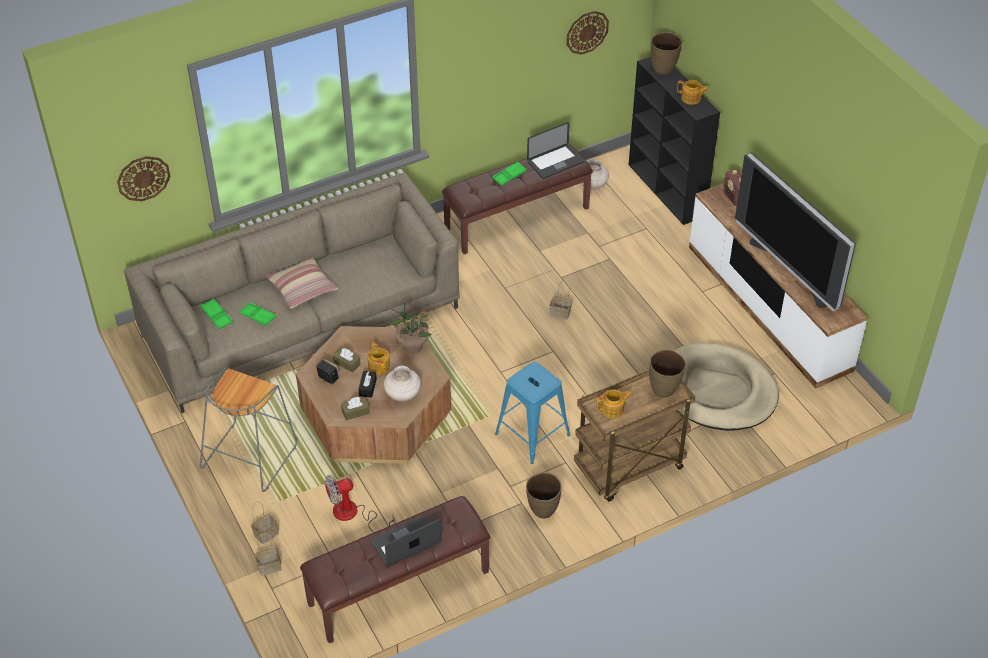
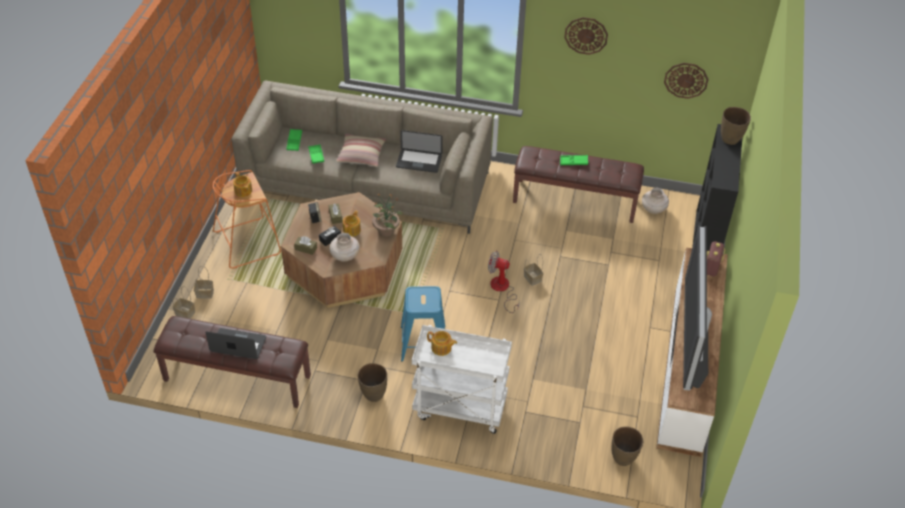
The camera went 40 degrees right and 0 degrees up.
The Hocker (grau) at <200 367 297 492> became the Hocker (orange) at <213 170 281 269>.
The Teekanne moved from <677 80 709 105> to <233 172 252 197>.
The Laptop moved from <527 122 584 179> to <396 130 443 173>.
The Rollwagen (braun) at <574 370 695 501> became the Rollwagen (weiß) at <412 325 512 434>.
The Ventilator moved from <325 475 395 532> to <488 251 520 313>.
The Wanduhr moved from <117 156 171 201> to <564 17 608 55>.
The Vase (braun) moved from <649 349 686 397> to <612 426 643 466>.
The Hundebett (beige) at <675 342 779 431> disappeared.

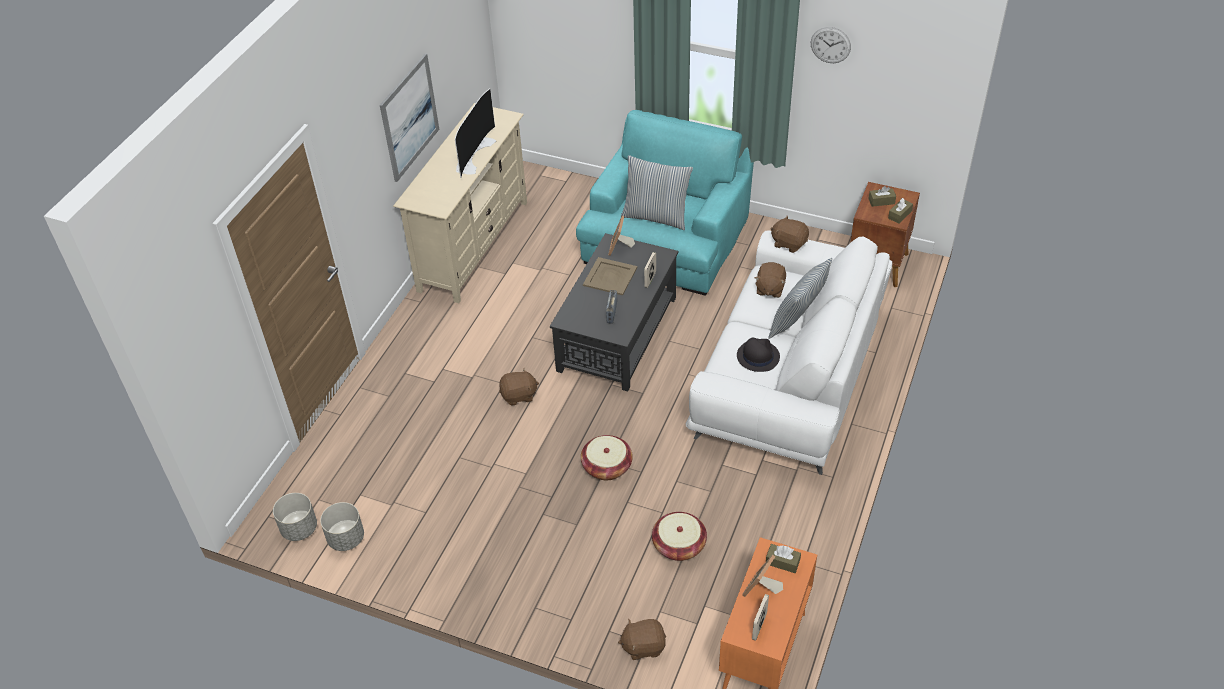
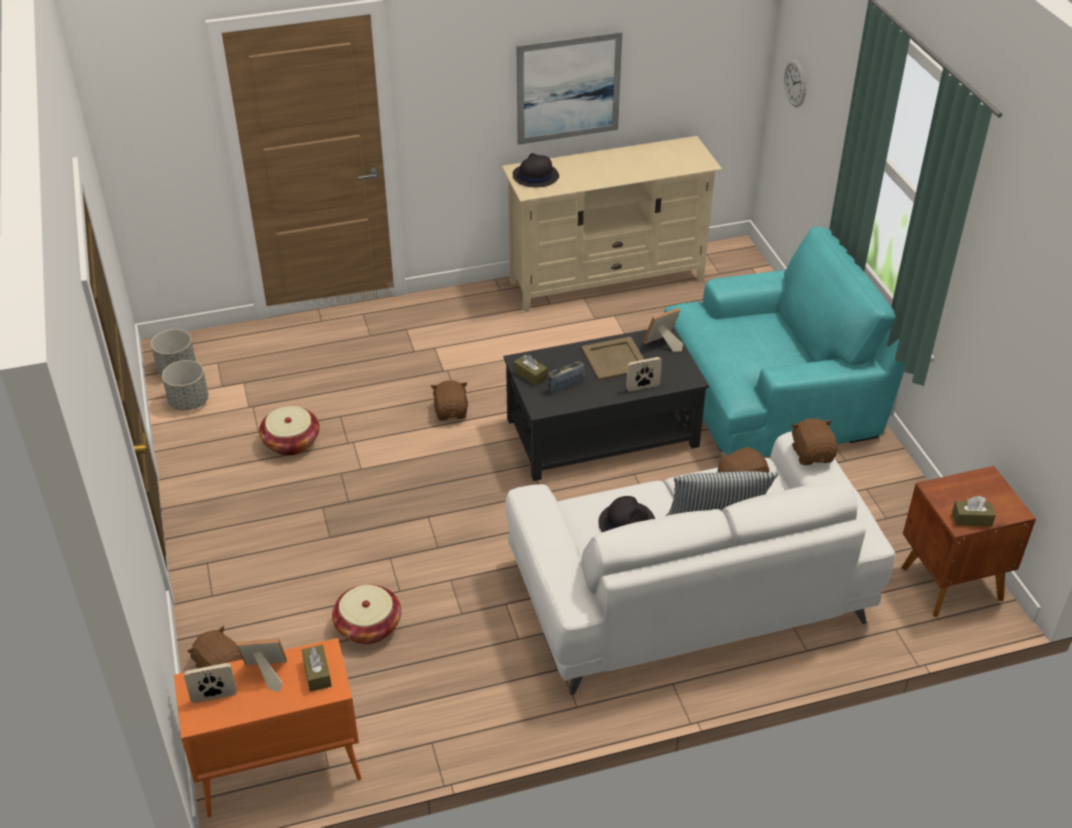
The camera went 50 degrees right and 5 degrees down.
The Korb moved from <581 435 633 480> to <259 406 319 456>.
The Plüschtier (braun) at <499 368 539 406> turned 135 degrees counterclockwise.
The Hut (schwarz) at <513 153 559 187> appeared.
The Taschentuchbox (braun) moved from <868 186 896 207> to <514 354 548 386>.
The Wanduhr moved from <811 27 851 63> to <784 59 806 107>.
The Fernseher at <455 88 496 178> disappeared.
The Kissen at <621 155 693 230> disappeared.

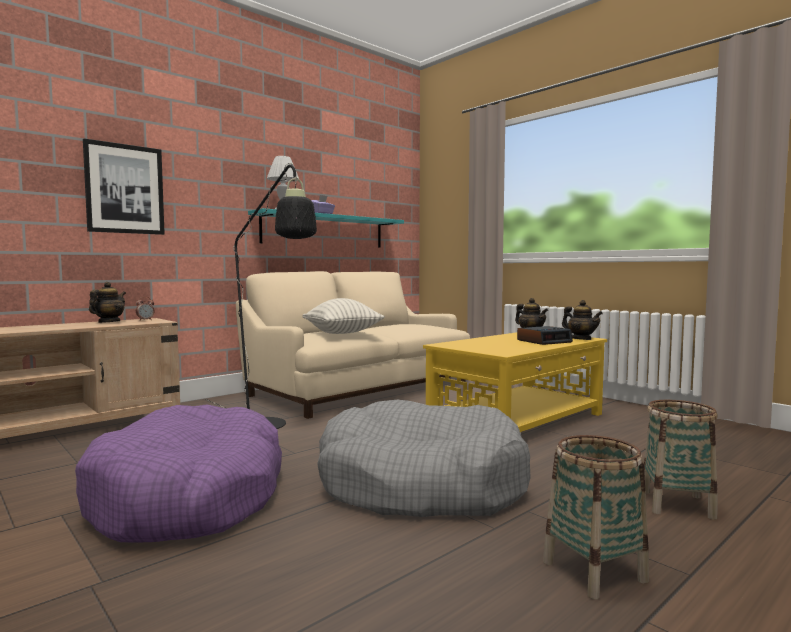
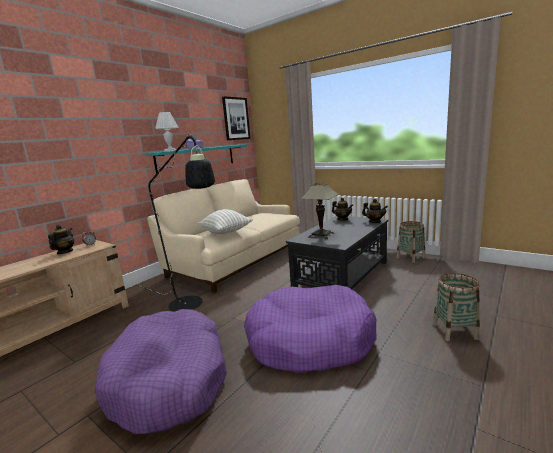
The camera went 10 degrees left and 10 degrees up.
The Bild moved from <83 139 165 235> to <222 96 250 140>.
The Hundebett (grau) at <317 400 531 517> became the Hundebett (lila) at <244 285 377 373>.
The Couchtisch (gelb) at <423 332 607 432> became the Couchtisch (schwarz) at <286 216 389 289>.
The Tischlampe at <300 183 339 239> appeared.
The Korb moved from <543 435 649 599> to <396 221 425 263>.
The Wecker at <517 326 573 345> disappeared.

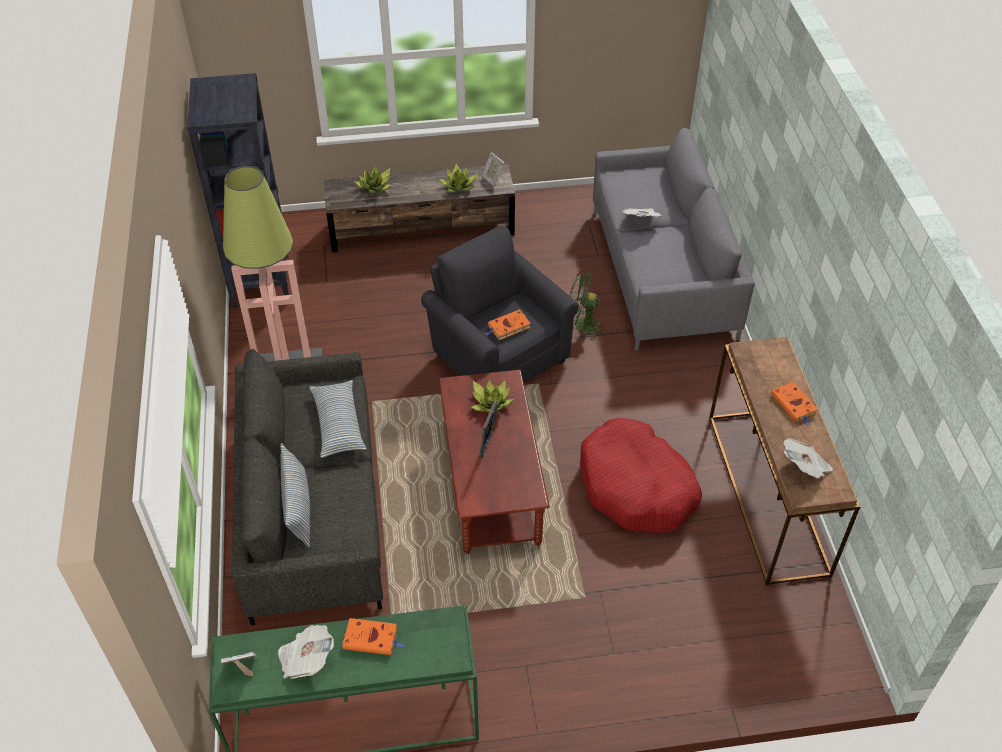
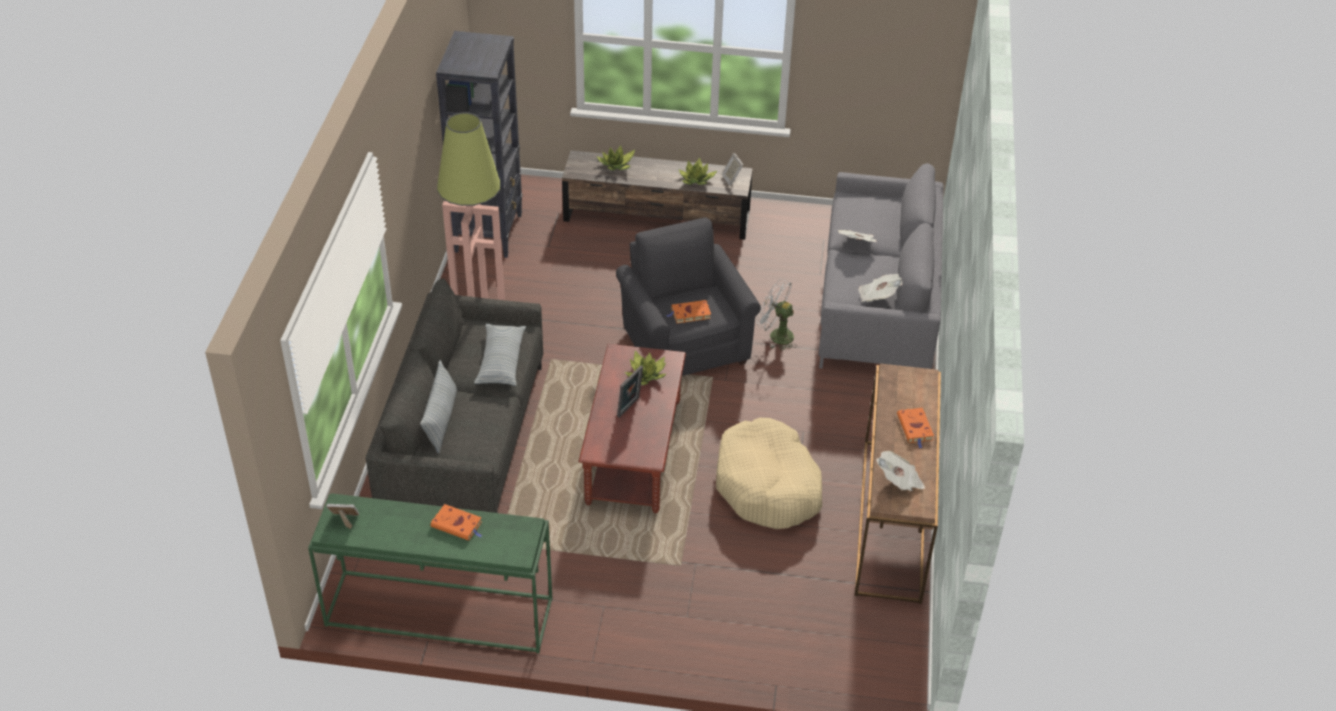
The camera went 15 degrees right and 5 degrees down.
The Hundebett (rot) at <580 418 702 533> became the Hundebett (beige) at <716 418 822 529>.
The Ventilator (grün) at <570 271 606 341> became the Ventilator (weiß) at <756 279 797 351>.
The Zeitung moved from <278 625 334 679> to <858 274 902 302>.

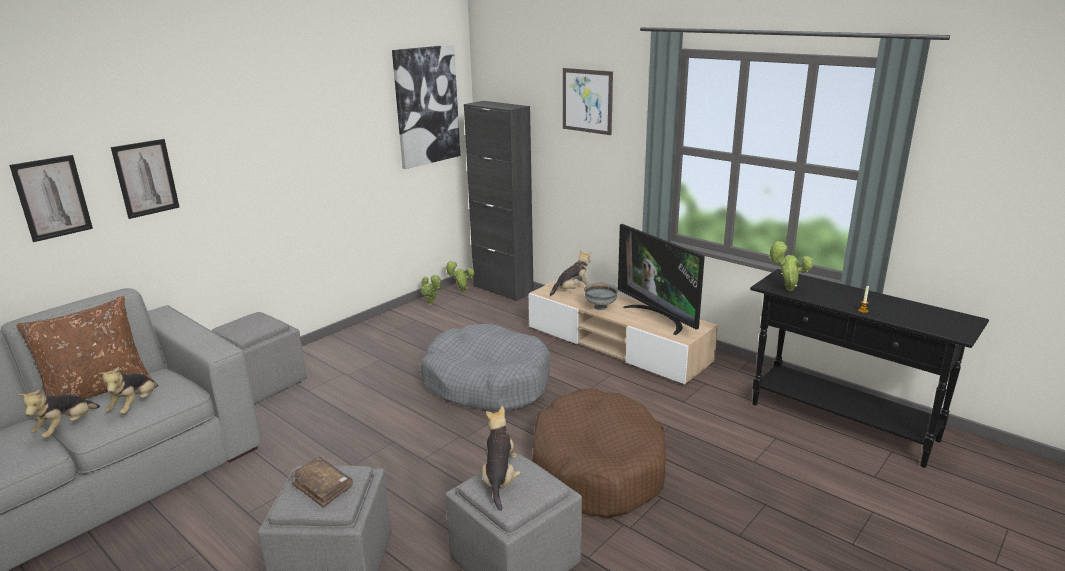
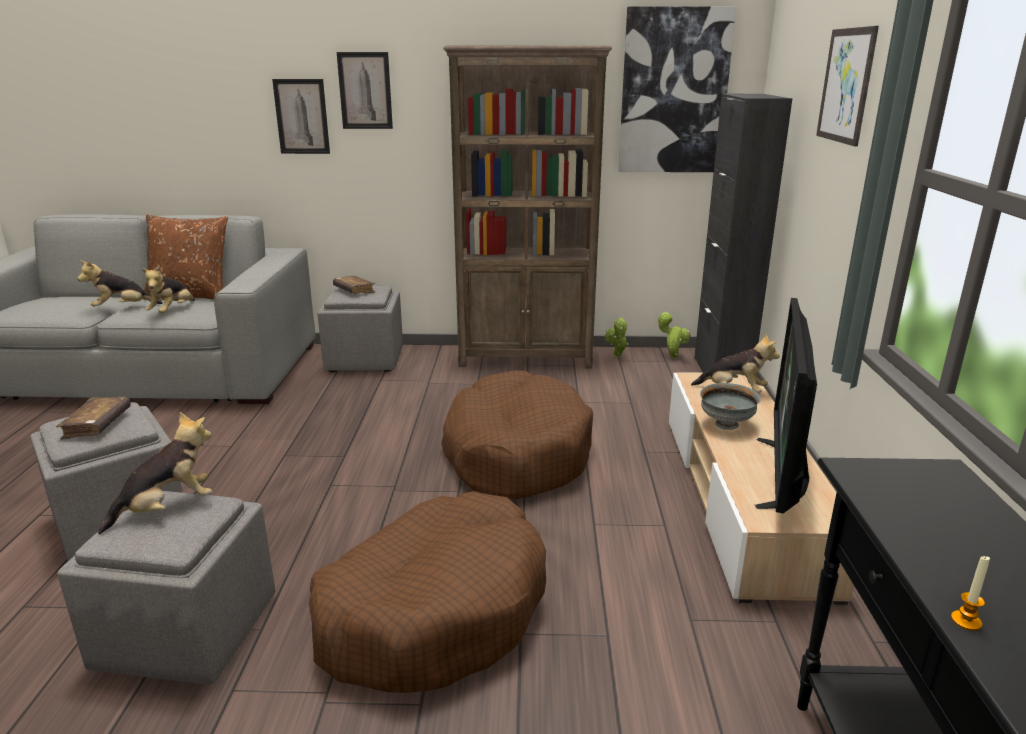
The camera went 50 degrees right and 0 degrees up.
The Plüschtier at <98 367 158 414> turned 45 degrees counterclockwise.
The Buch (braun) at <333 276 375 294> appeared.
The Bild moved from <9 155 93 242> to <337 52 393 129>.
The Hundebett (grau) at <421 324 550 412> became the Hundebett (braun) at <441 370 593 500>.
The Bücherregal (braun) at <443 45 612 369> appeared.
The Topfpflanze at <769 241 813 291> disappeared.

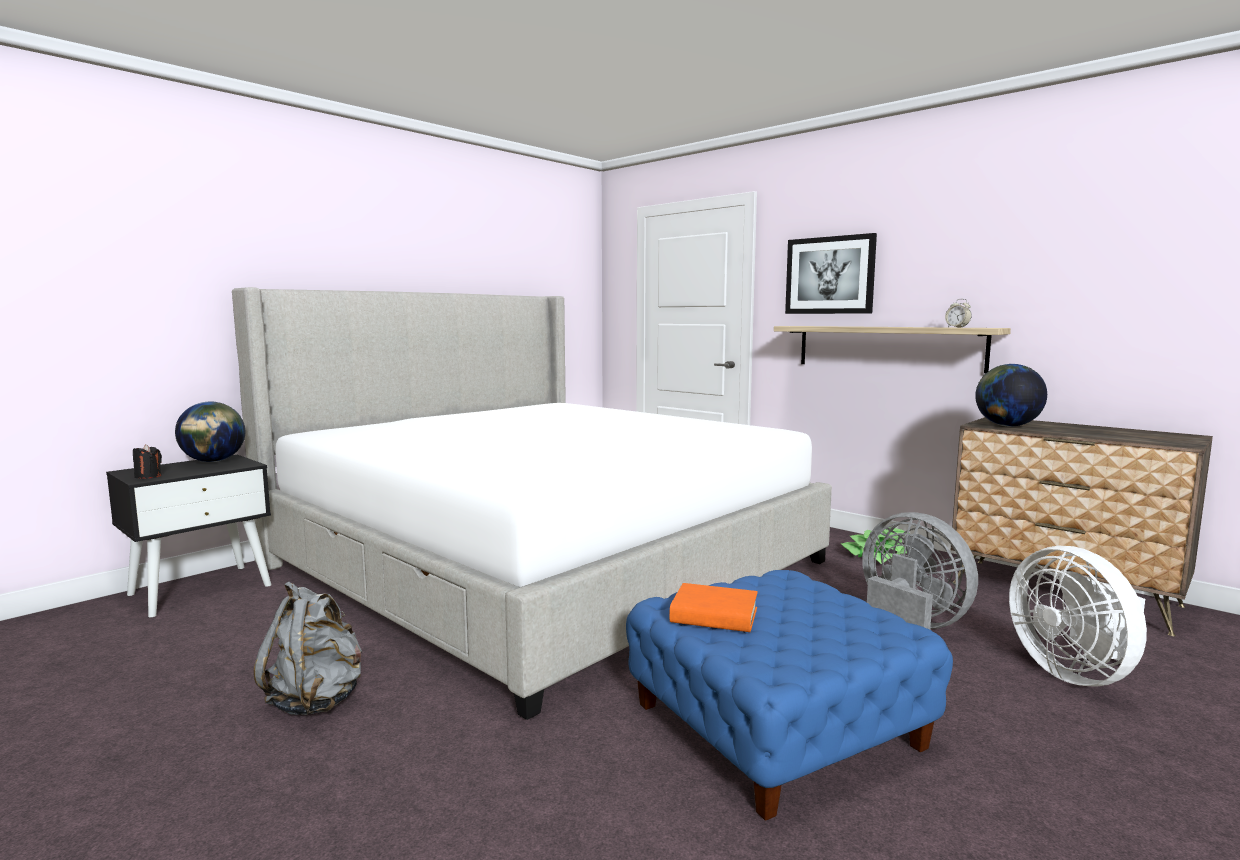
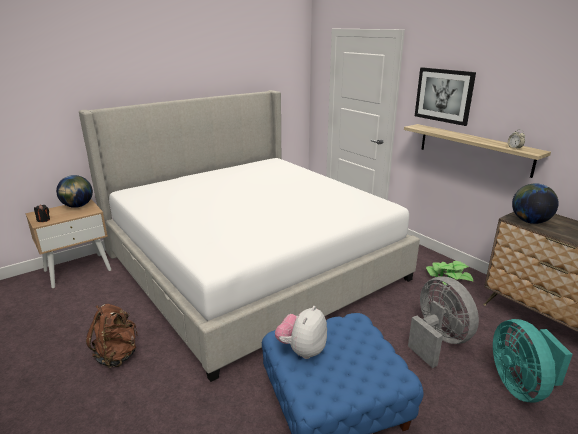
The camera went 10 degrees right and 15 degrees up.
The Nachttisch (schwarz) at <106 455 271 617> became the Nachttisch (beige) at <25 199 111 288>.
The Rucksack (grau) at <254 582 362 715> became the Rucksack (braun) at <86 304 138 368>.
The Buch (orange) at <670 583 758 632> was replaced by the Plüschtier at <275 306 327 359>.
The Ventilator (weiß) at <1009 546 1147 686> became the Ventilator (türkis) at <493 319 573 403>.

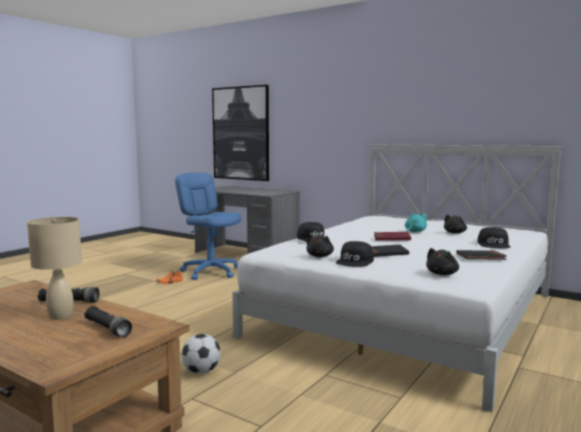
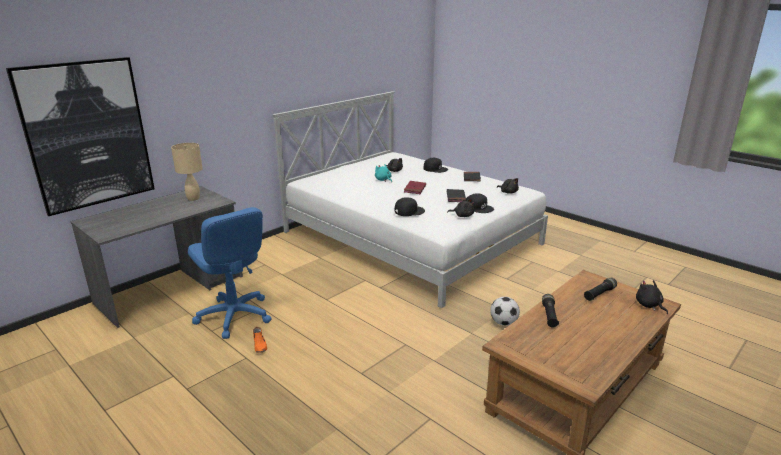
The camera went 80 degrees left and 15 degrees up.
The Tischlampe (beige) moved from <27 217 82 320> to <171 143 203 201>.
The Bürostuhl (blau) at <175 173 241 280> turned 90 degrees counterclockwise.
The Plüschtier (schwarz) at <636 280 668 314> appeared.

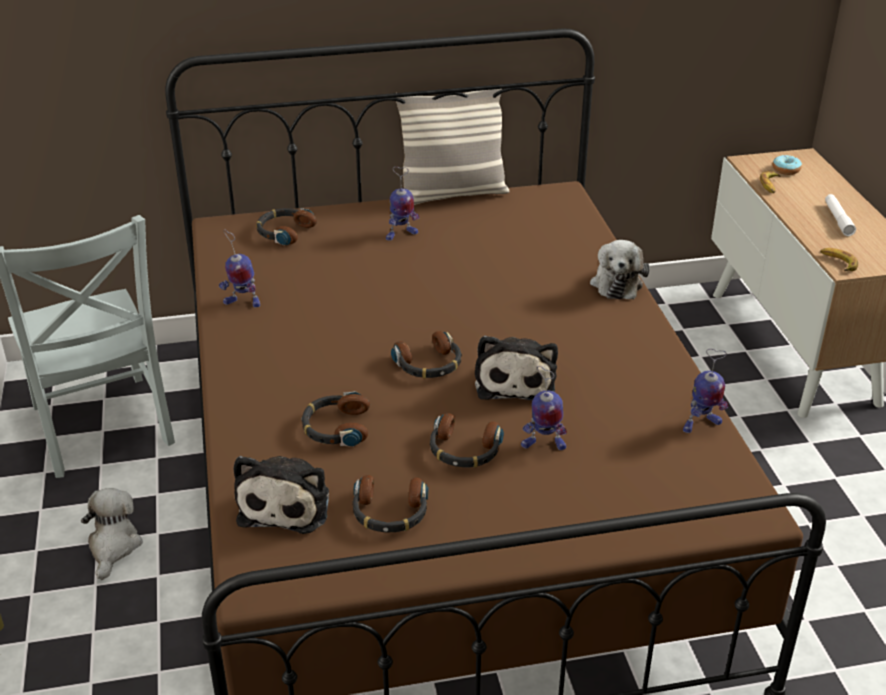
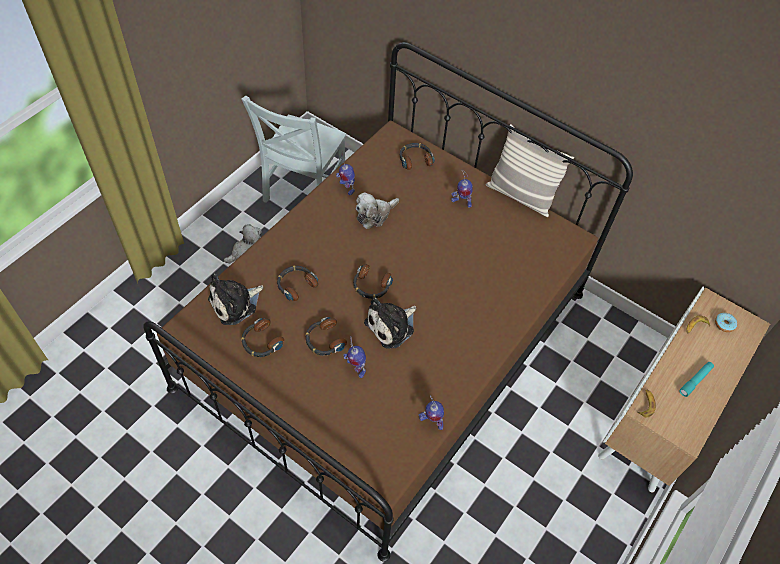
The camera went 45 degrees right and 20 degrees up.
The Plüschtier moved from <590 240 650 299> to <356 192 399 229>.
The Taschenlampe (weiß) at <825 194 856 236> became the Taschenlampe (türkis) at <679 362 714 397>.

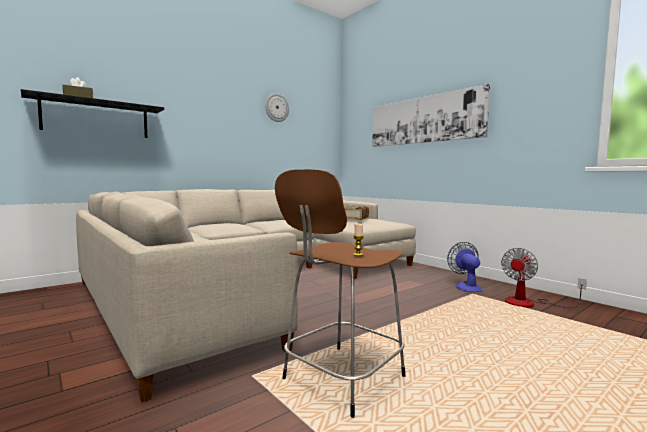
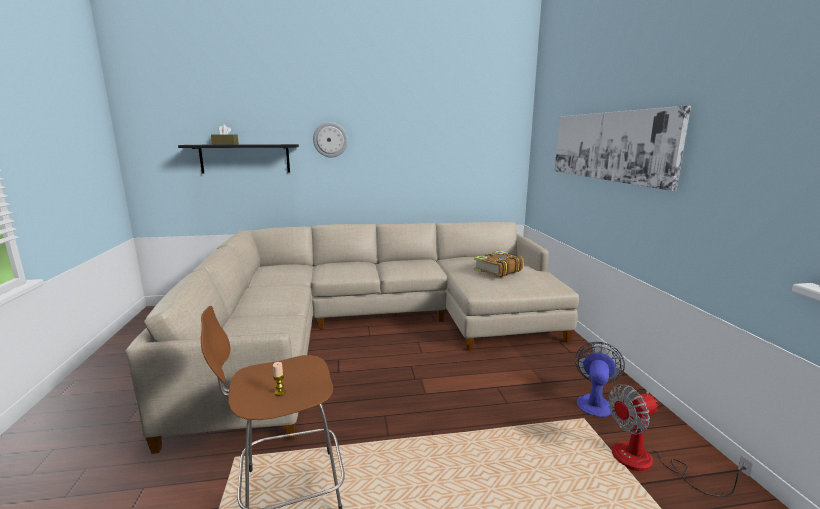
The camera went 30 degrees right and 10 degrees up.
The Wanduhr moved from <265 93 289 122> to <313 122 348 158>.

